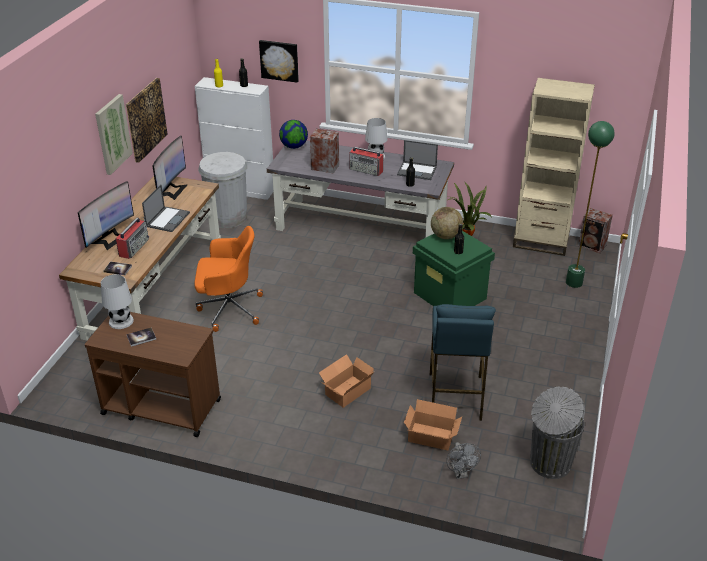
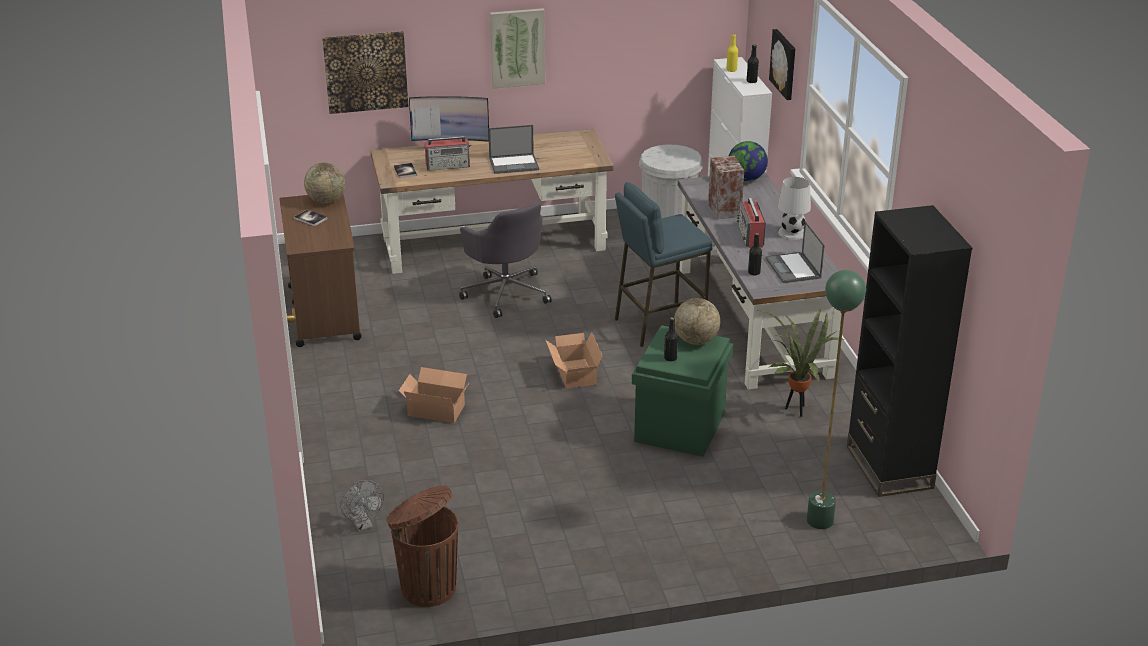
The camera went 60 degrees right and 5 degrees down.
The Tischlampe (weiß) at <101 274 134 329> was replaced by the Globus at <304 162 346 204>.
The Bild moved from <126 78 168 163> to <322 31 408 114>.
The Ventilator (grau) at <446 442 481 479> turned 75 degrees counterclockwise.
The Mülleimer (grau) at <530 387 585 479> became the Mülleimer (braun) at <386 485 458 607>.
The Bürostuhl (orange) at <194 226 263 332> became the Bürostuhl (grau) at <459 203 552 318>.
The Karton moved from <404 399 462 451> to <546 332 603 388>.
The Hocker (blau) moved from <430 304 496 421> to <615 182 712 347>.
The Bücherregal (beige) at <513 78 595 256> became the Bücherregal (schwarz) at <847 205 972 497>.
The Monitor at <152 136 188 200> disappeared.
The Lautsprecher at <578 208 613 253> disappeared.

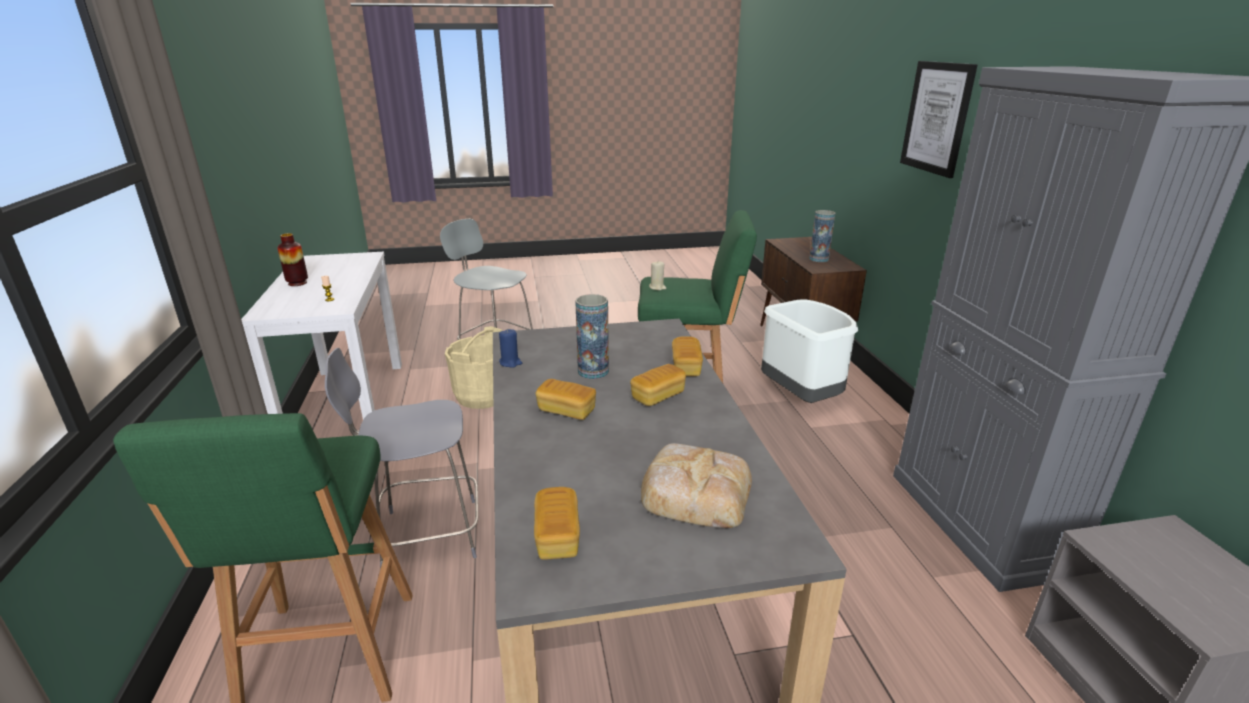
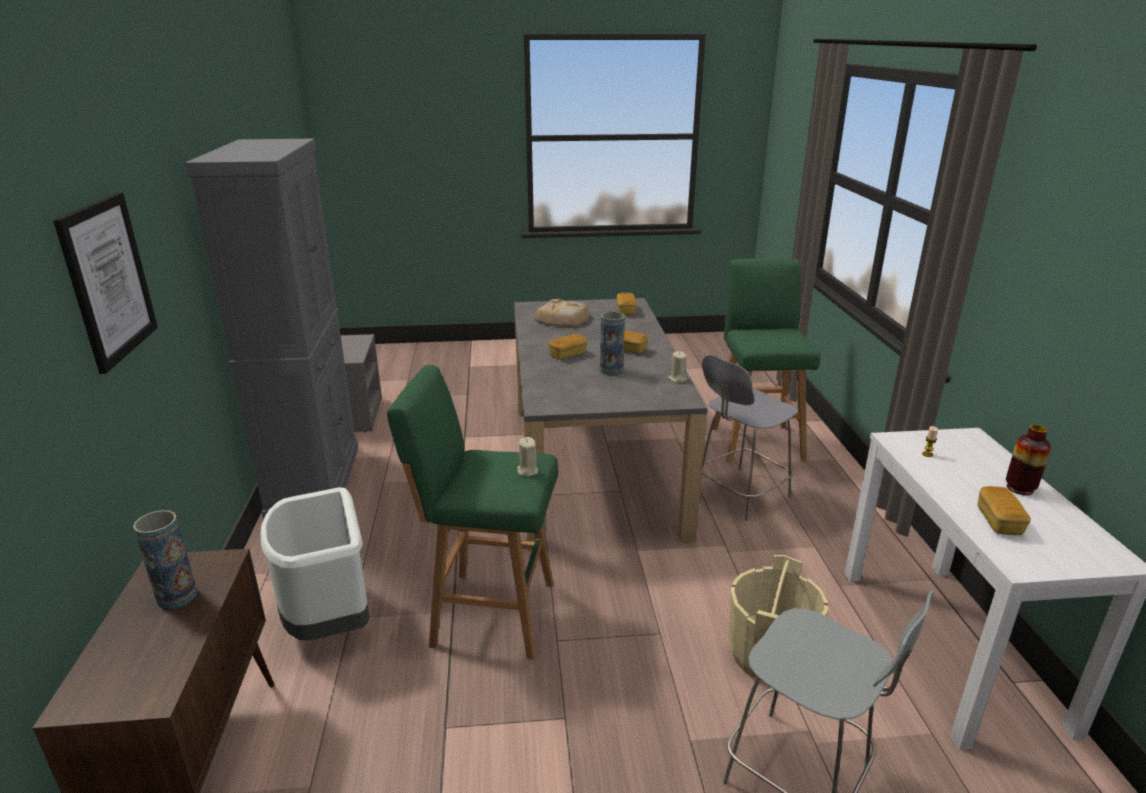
The camera went 175 degrees left and 0 degrees up.
The Kerze (blau) at <499 329 522 368> became the Kerze (beige) at <668 351 687 383>.
The Stuhl (grau) at <325 348 478 567> turned 150 degrees clockwise.
The Brot moved from <672 336 703 376> to <978 486 1031 535>.

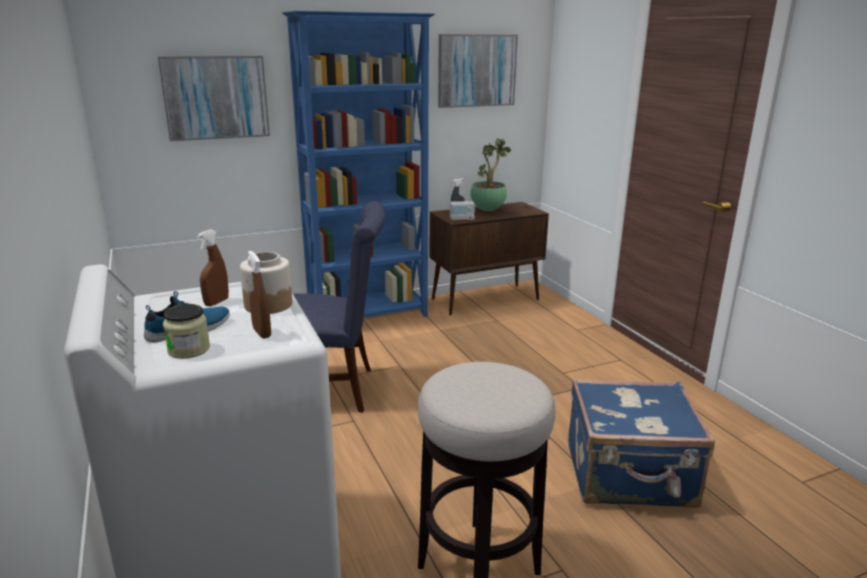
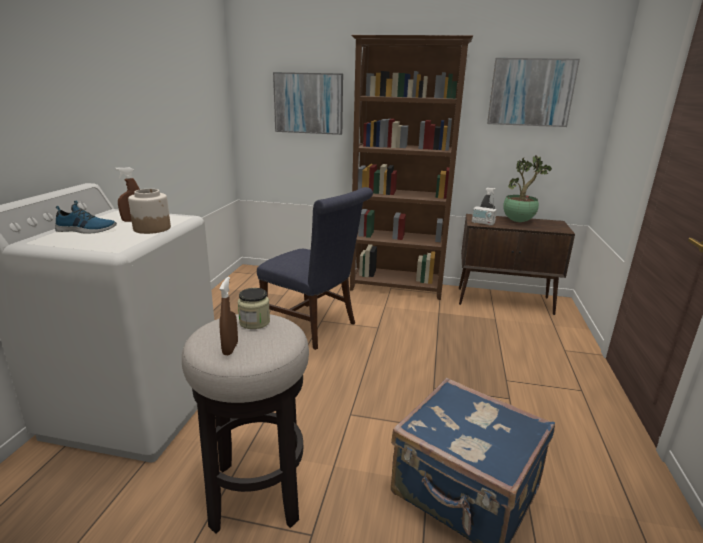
The camera went 35 degrees right and 0 degrees up.
The Sprühflasche (braun) moved from <248 251 271 339> to <220 277 238 355>.
The Vorratsglas moved from <163 304 210 359> to <238 288 270 329>.
The Bücherregal (blau) at <282 11 435 318> became the Bücherregal (braun) at <350 35 473 300>.

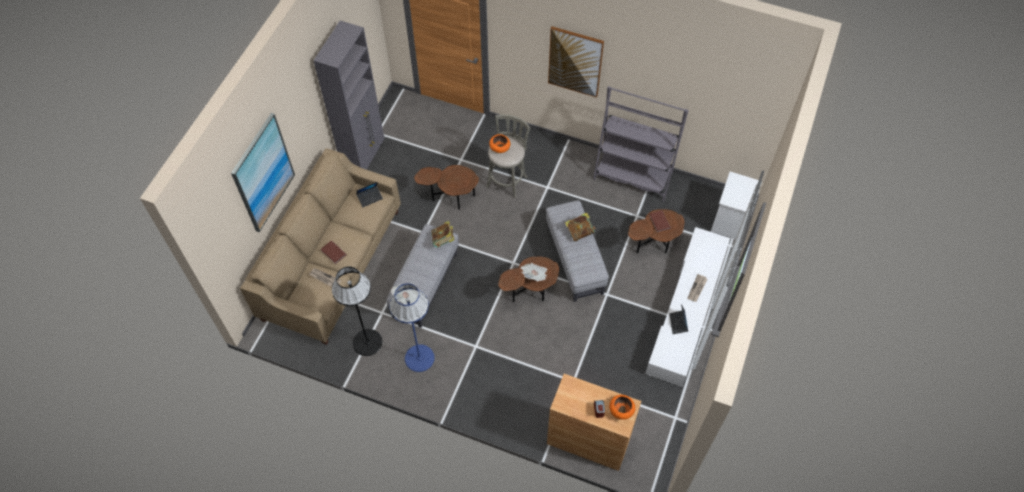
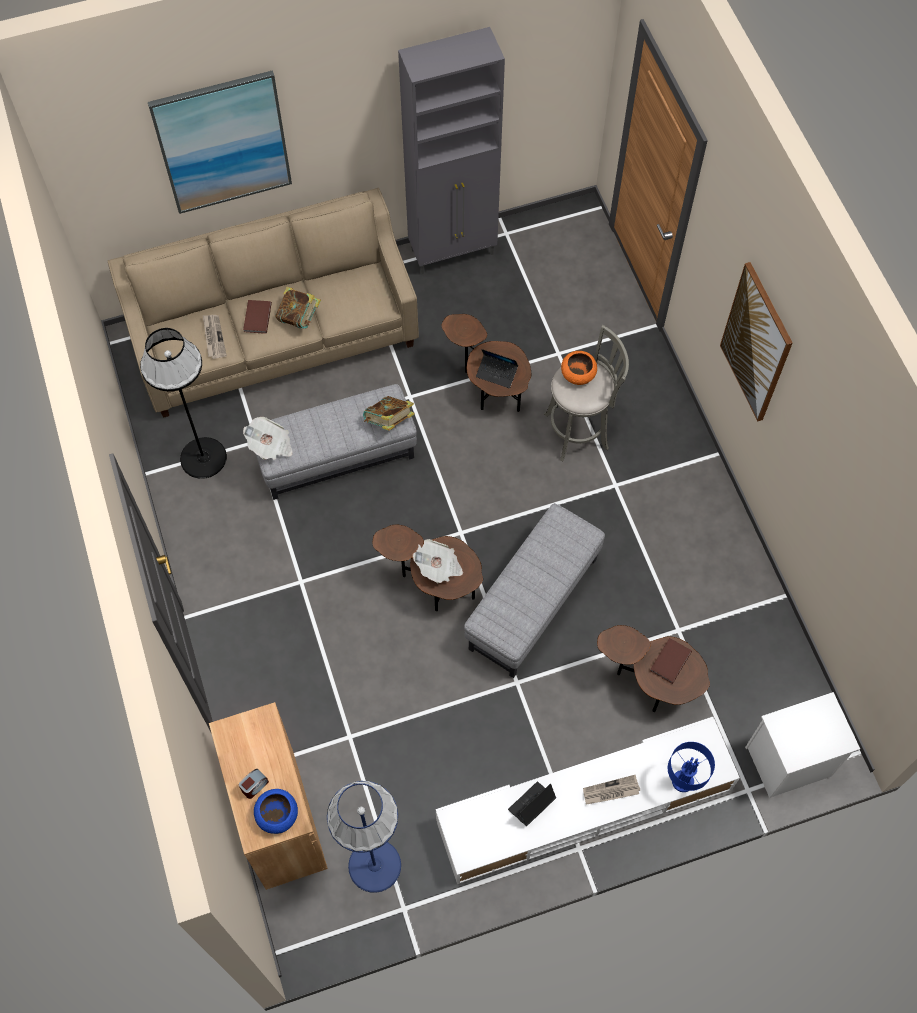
The camera went 50 degrees right and 5 degrees up.
The Schüssel (orange) at <609 395 635 420> became the Schüssel (blau) at <254 789 298 834>.
The Buch moved from <565 213 596 241> to <275 287 321 329>.
The Stehlampe (blau) moved from <389 284 435 372> to <327 781 401 893>.
The Laptop moved from <356 182 383 207> to <476 349 518 388>.
The Tischlampe (blau) at <668 742 715 792> appeared.
The Bücherregal (grau) at <593 86 689 202> disappeared.

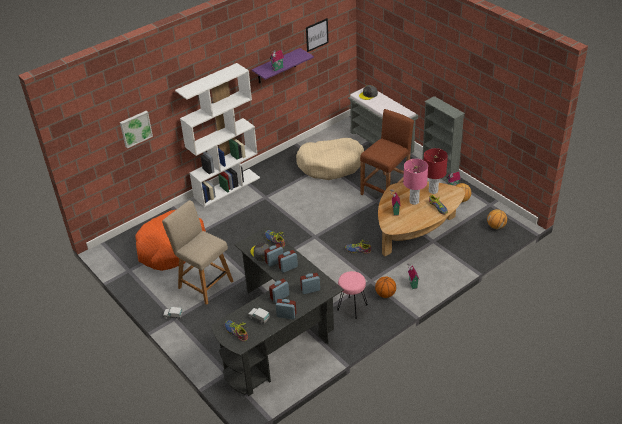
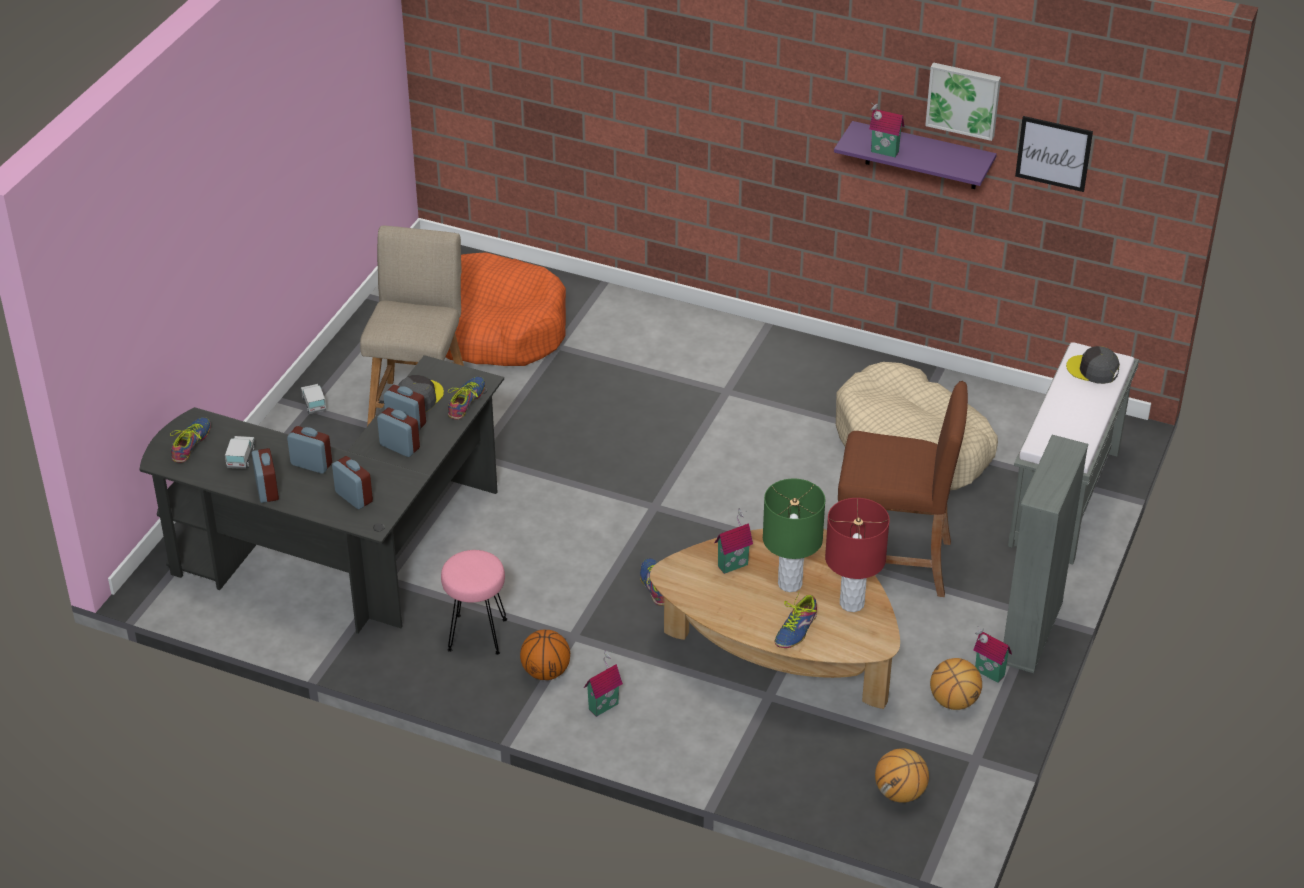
The camera went 60 degrees right and 0 degrees up.
The Tischlampe (rosa) at <403 159 428 205> became the Tischlampe (grün) at <763 478 825 592>.
The Bild moved from <120 111 153 148> to <925 62 1001 141>.
The Bücherregal (weiß) at <175 63 260 207> disappeared.

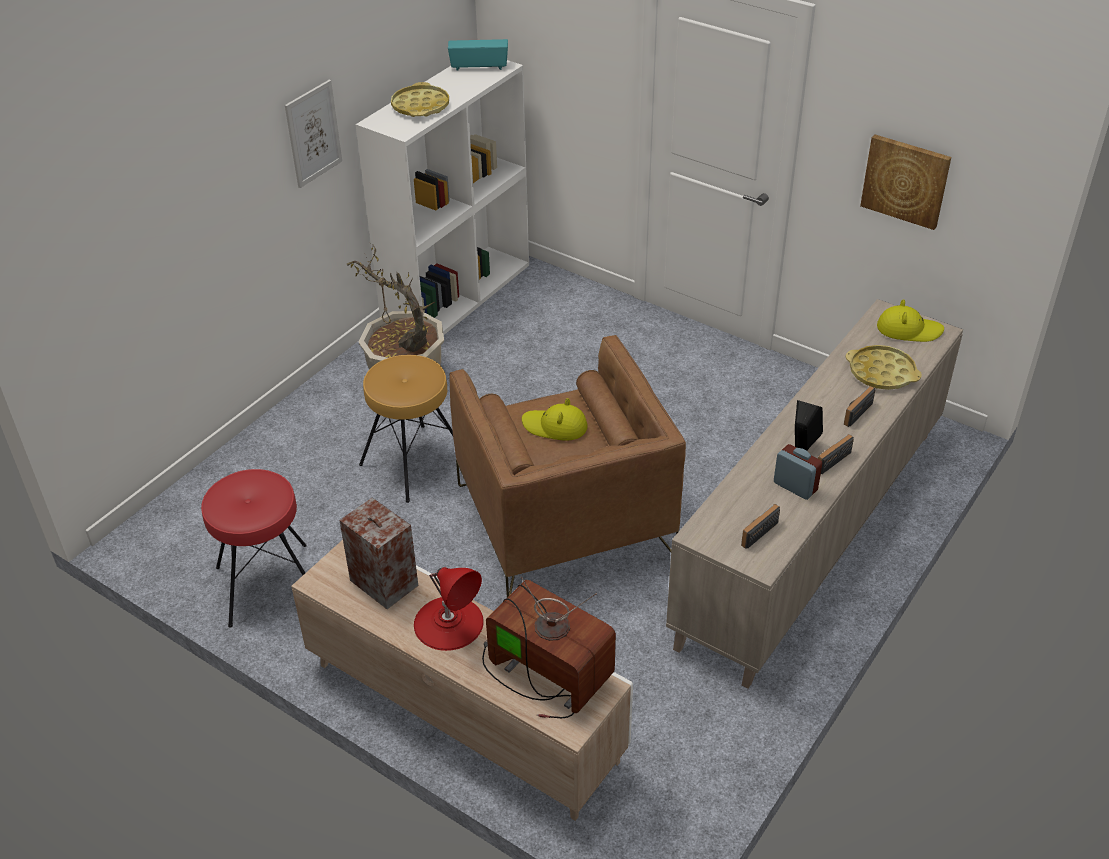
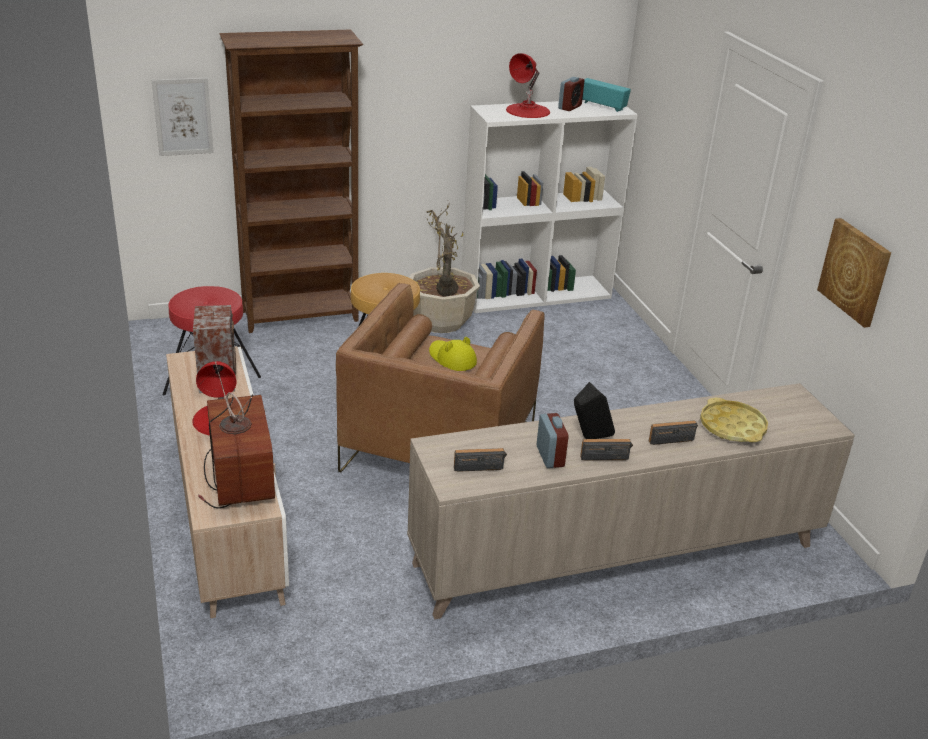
The camera went 35 degrees right and 10 degrees down.
The Bild moved from <285 80 342 188> to <152 78 214 156>.
The Bücherregal (braun) at <219 30 363 333> appeared.
The Tablett (gelb) at <391 82 449 117> was replaced by the Tischlampe (rot) at <506 53 550 118>.
The Wecker at <558 77 584 111> appeared.
The Hut (gelb) at <877 300 944 342> disappeared.

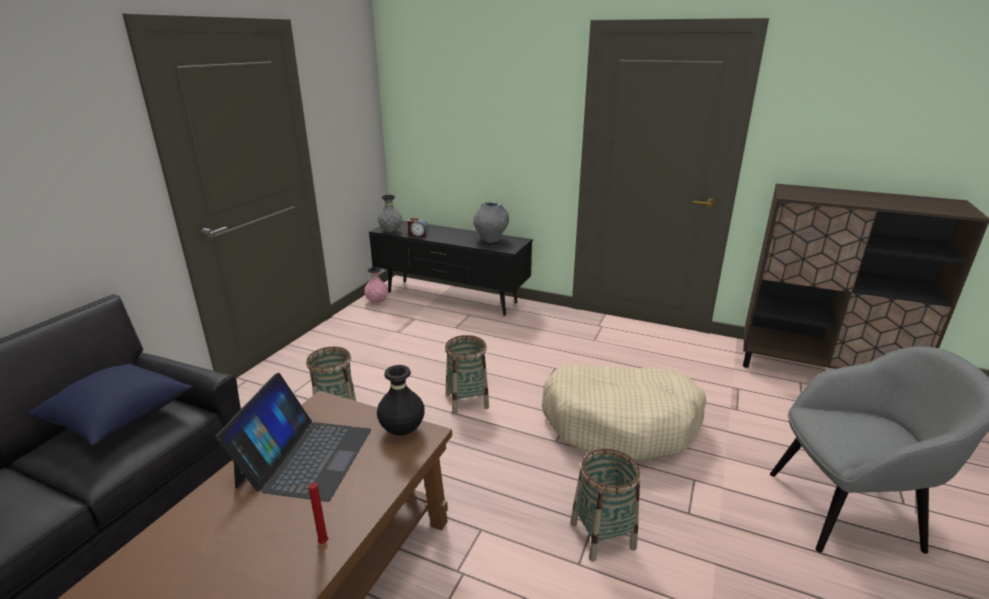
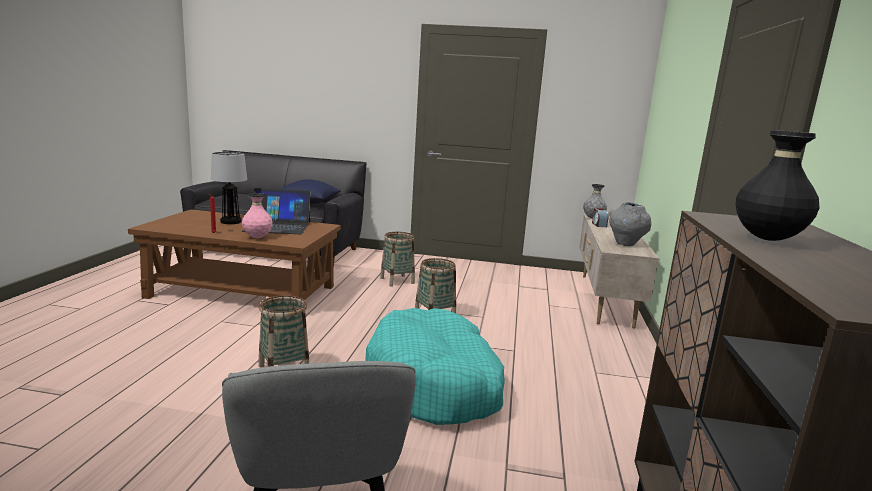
The camera went 75 degrees right and 10 degrees down.
The Tischlampe at <211 152 247 224> appeared.
The Vase (rosa) moved from <364 267 388 303> to <242 193 273 238>.
The Hundebett (beige) at <542 364 707 461> became the Hundebett (türkis) at <365 308 505 425>.
The Fernsehschrank (schwarz) at <369 221 533 316> became the Fernsehschrank (beige) at <579 214 660 329>.
The Vase (schwarz) moved from <377 365 425 436> to <736 130 819 241>.

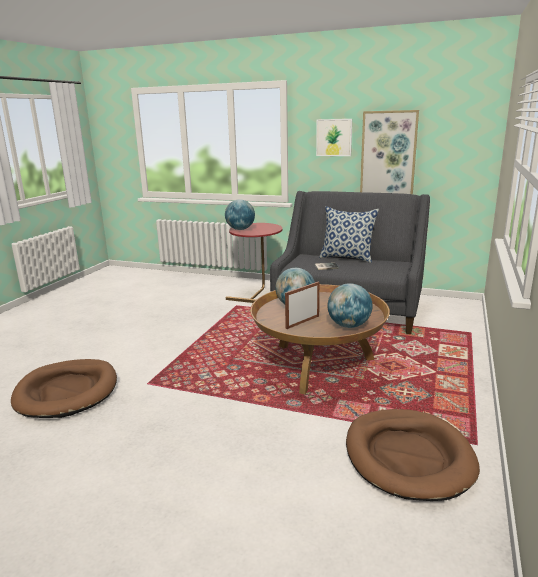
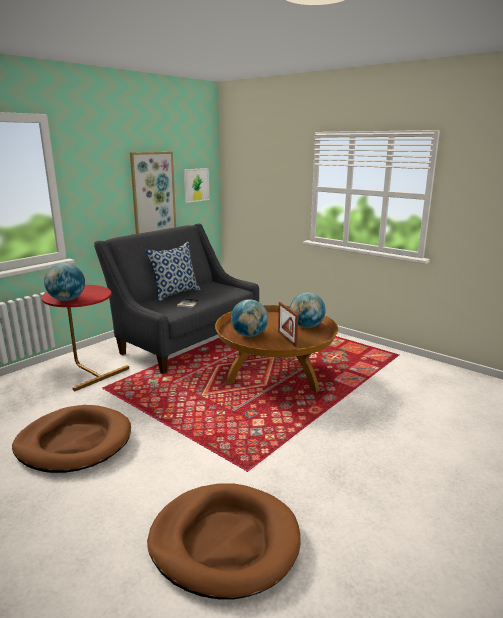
The camera went 70 degrees left and 0 degrees up.
The Hundebett (braun) moved from <346 409 480 501> to <12 405 131 473>.
The Bild moved from <316 119 352 156> to <184 168 209 203>.

